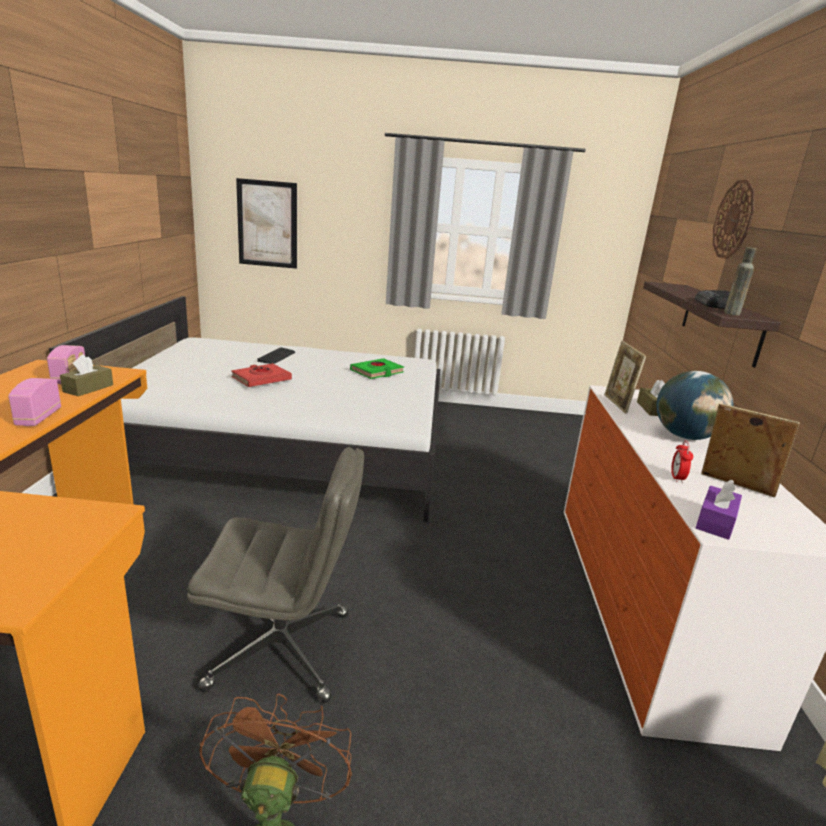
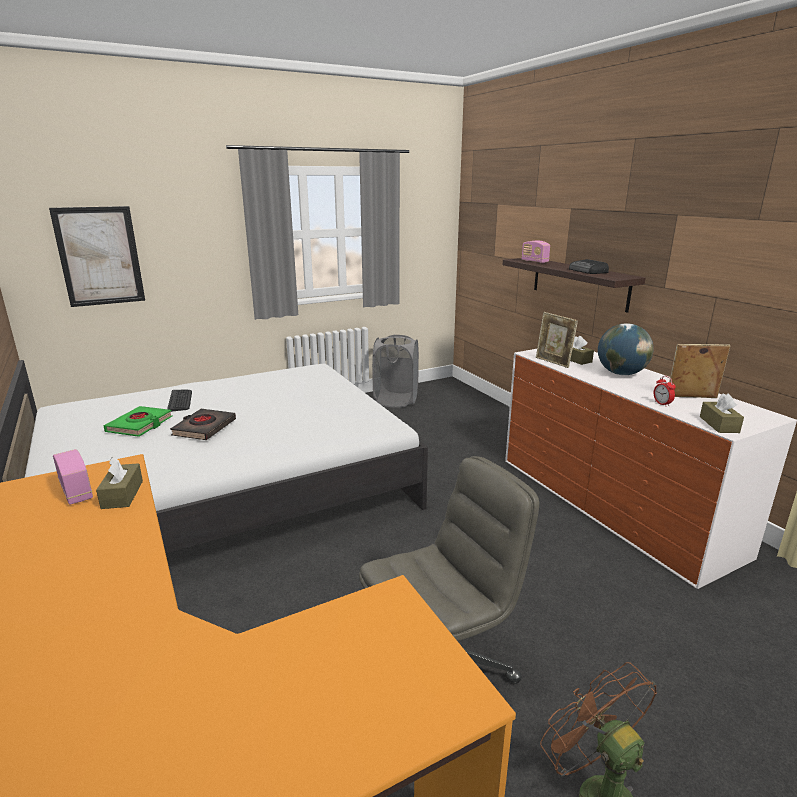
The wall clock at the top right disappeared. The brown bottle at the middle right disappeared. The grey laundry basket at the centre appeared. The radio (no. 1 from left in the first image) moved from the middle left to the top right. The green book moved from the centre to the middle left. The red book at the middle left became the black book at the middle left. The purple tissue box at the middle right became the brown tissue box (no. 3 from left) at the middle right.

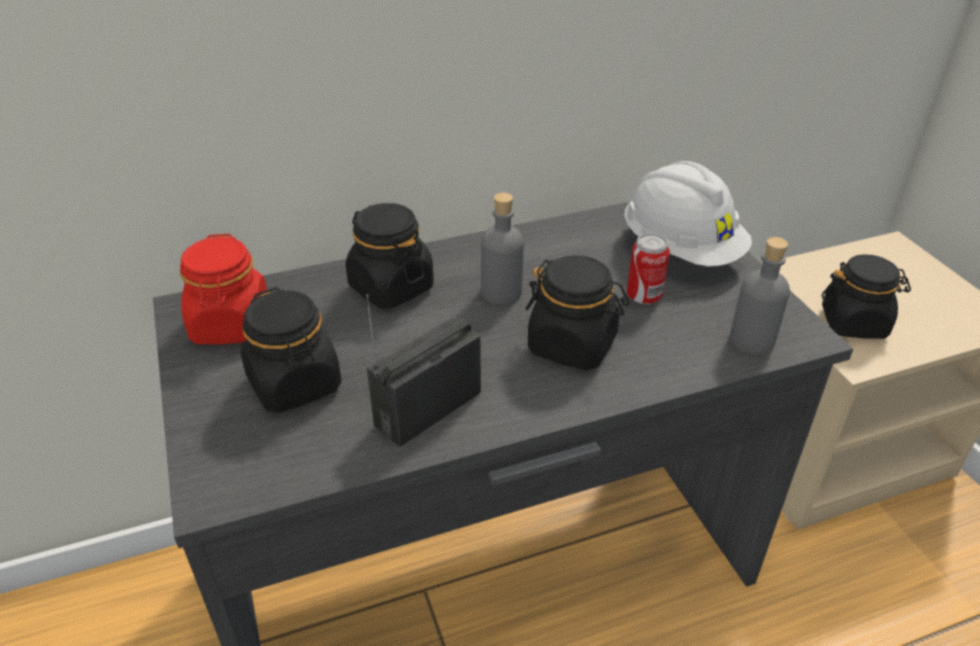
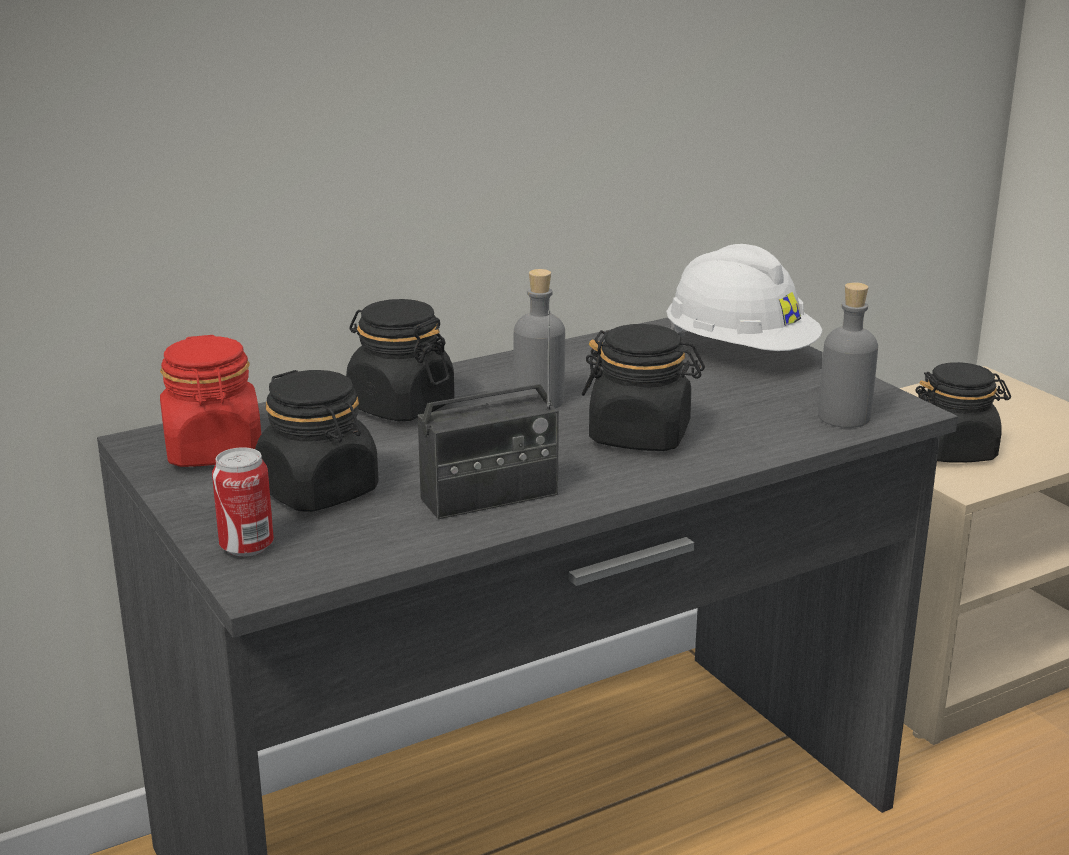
The can moved from the centre to the middle left. The radio at the centre turned 150 degrees counterclockwise.

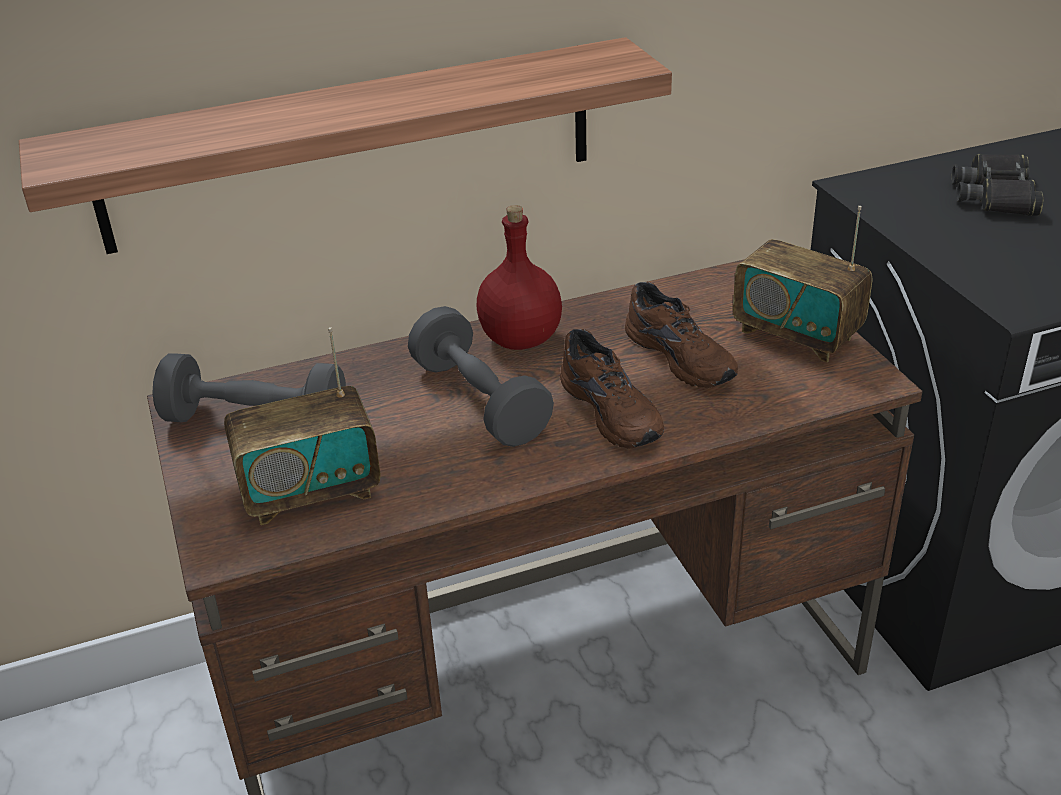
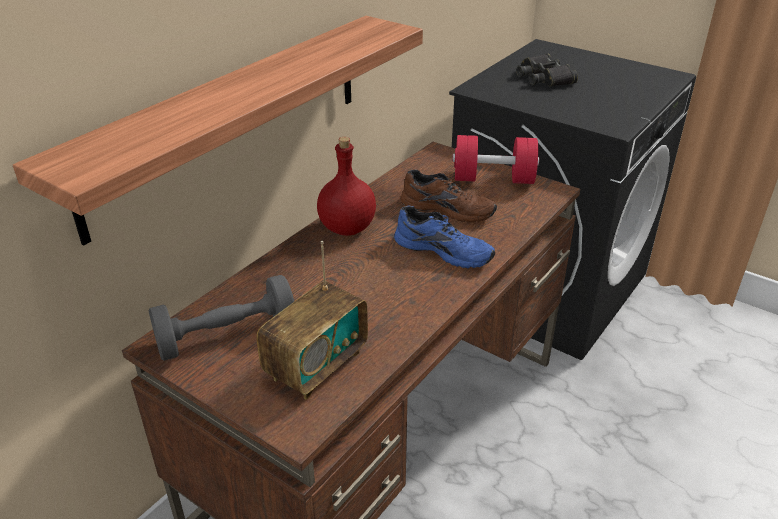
The grey dumbbell (no. 2 from left) at the centre disappeared. The radio (no. 2 from left) at the middle right was replaced by the red dumbbell at the top centre. The brown shoe (no. 1 from left) at the centre became the blue shoe at the centre.

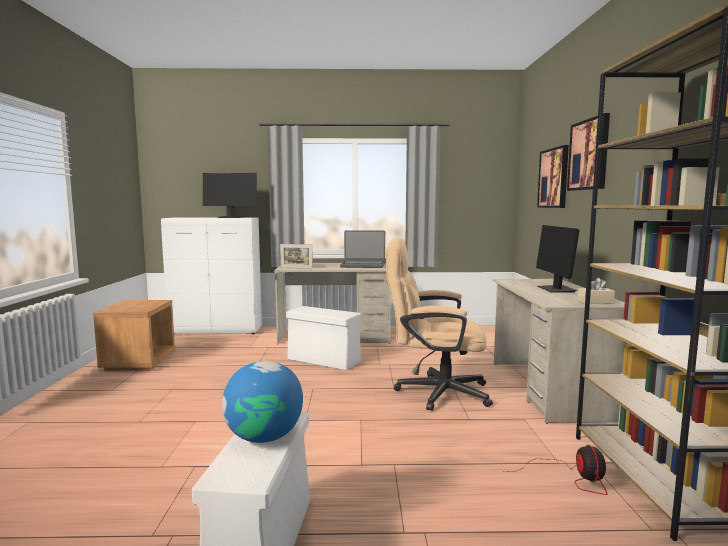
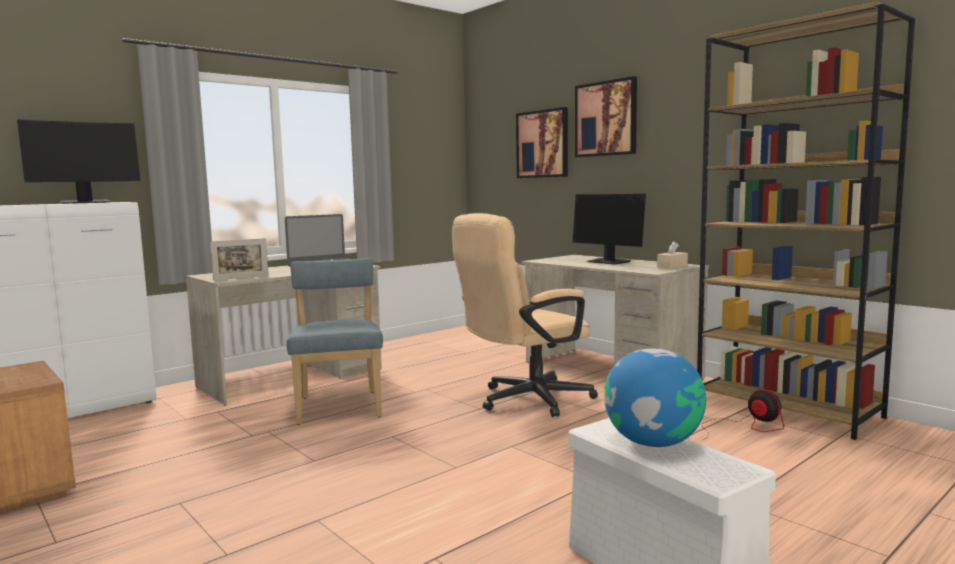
The white storage box (no. 2 from left) at the centre was replaced by the blue chair at the centre.

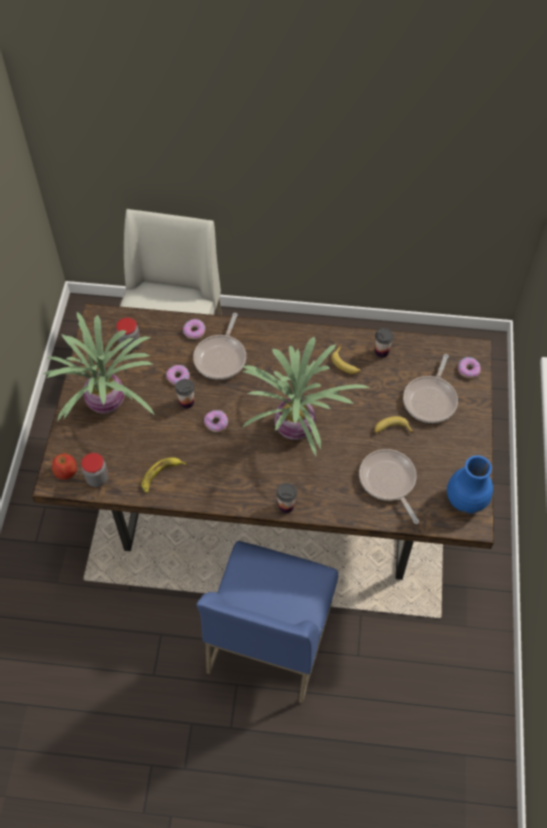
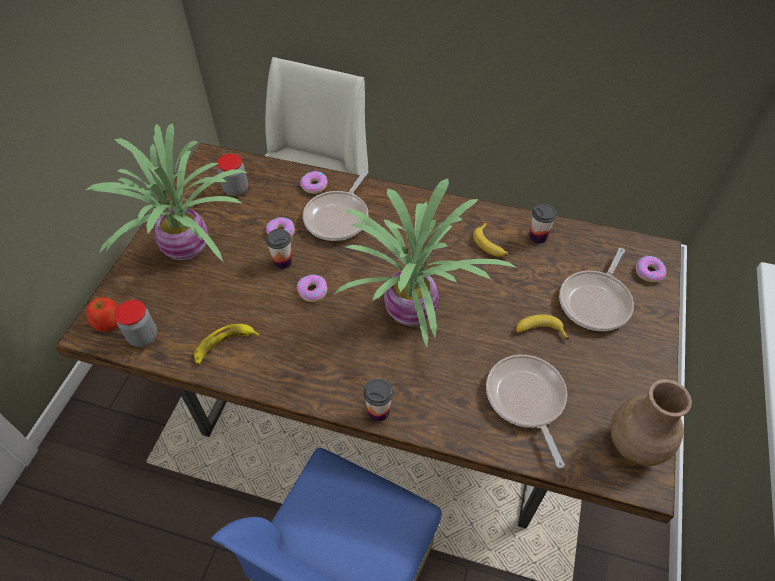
The blue vase at the middle right became the brown vase at the bottom right.

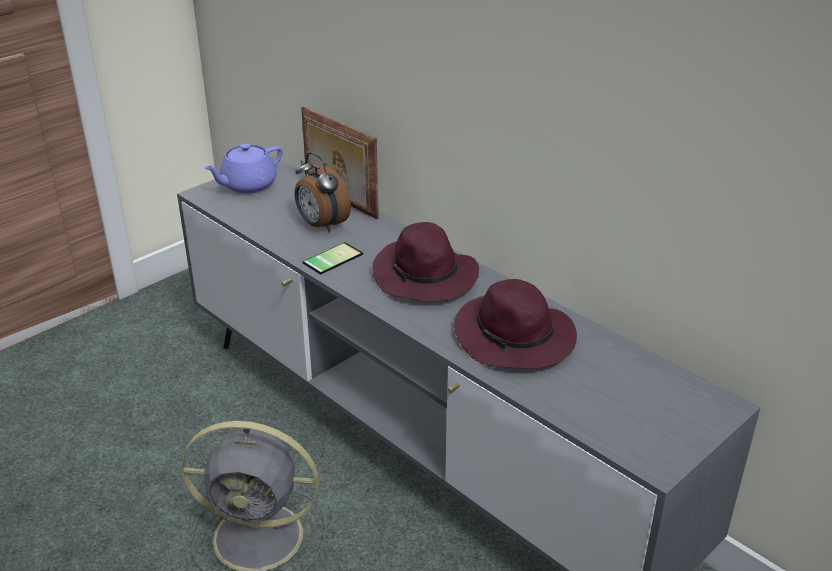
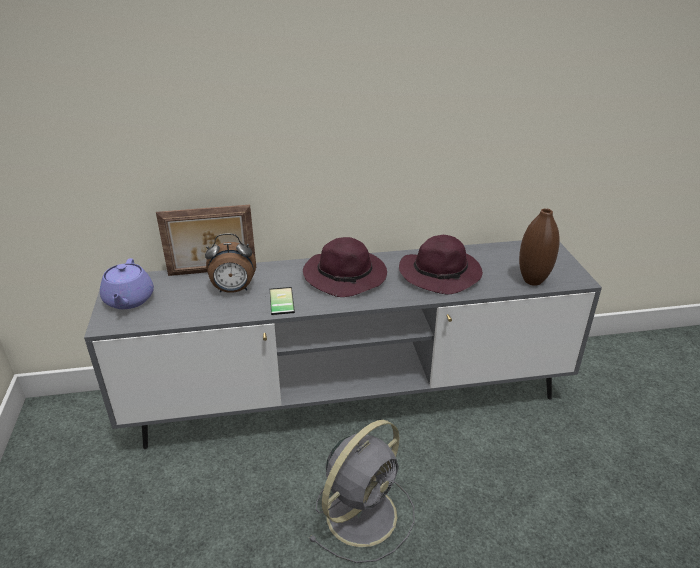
The brown vase at the middle right appeared.

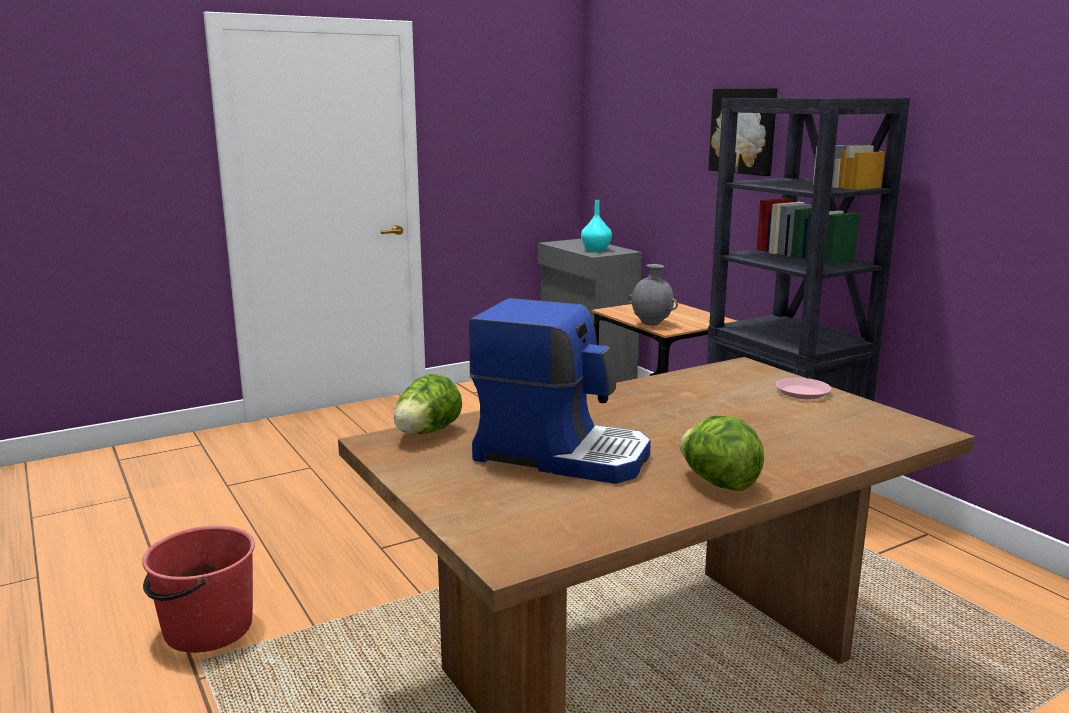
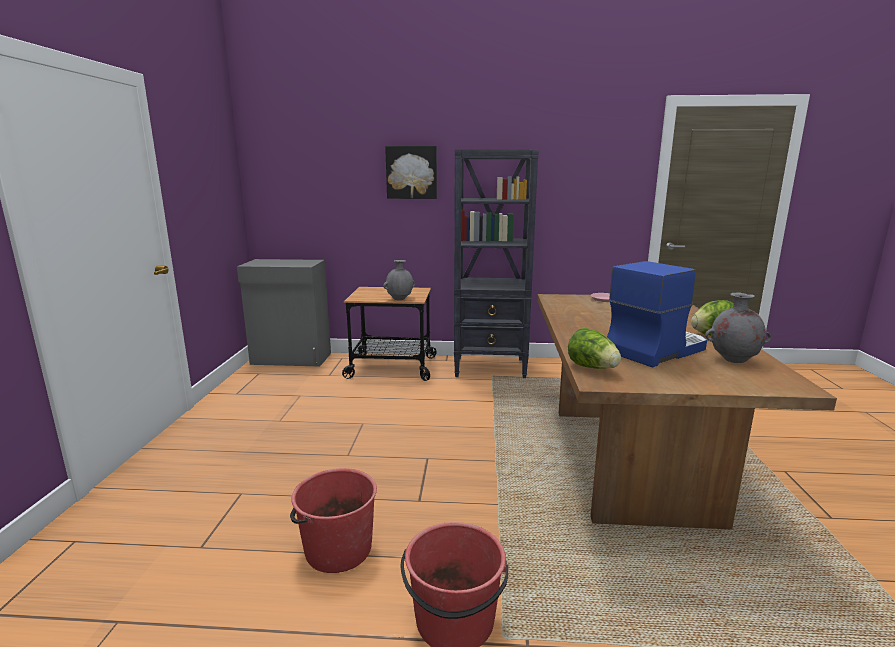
The turquoise vase at the top centre disappeared. The red bucket (no. 1 from left) at the bottom centre appeared. The grey vase (no. 2 from left) at the middle right appeared.

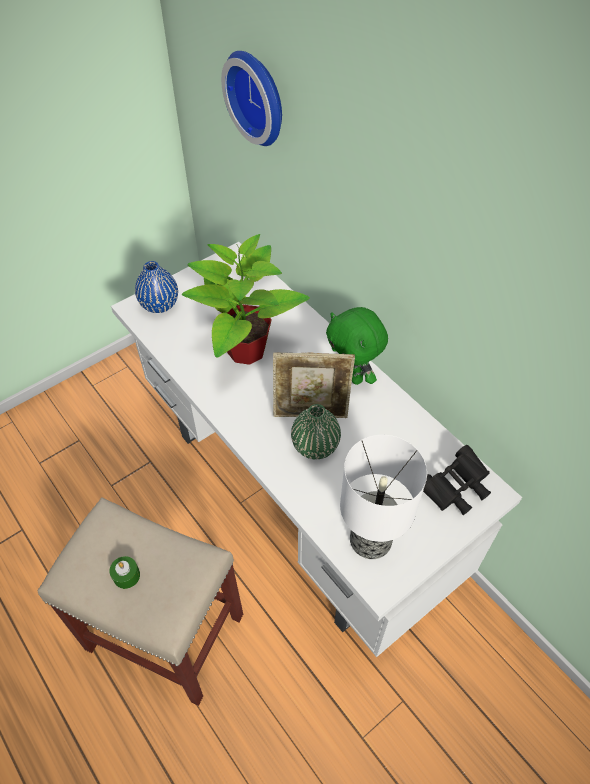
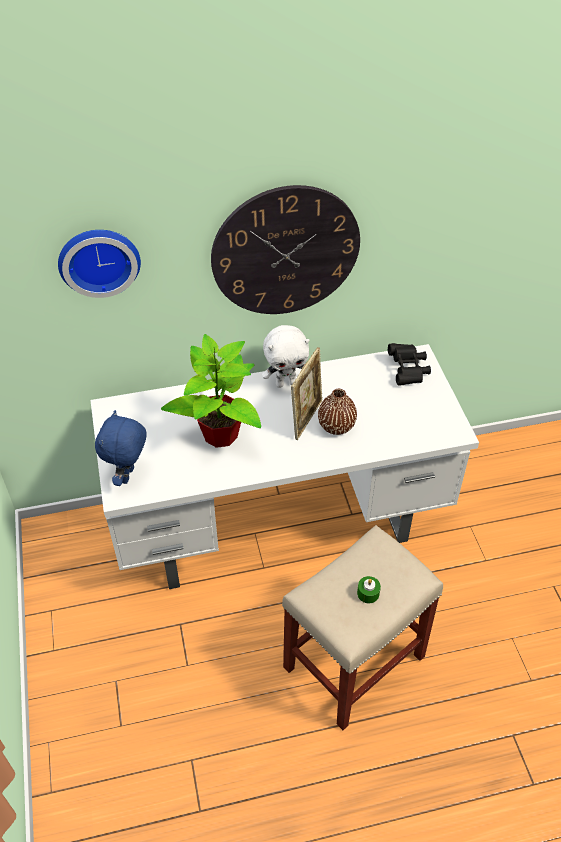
The table lamp at the centre disappeared. The wall clock (no. 2 from left) at the top centre appeared. The blue vase at the middle left was replaced by the blue plush toy at the middle left. The green vase at the centre became the brown vase at the centre. The green plush toy at the centre became the white plush toy at the centre.

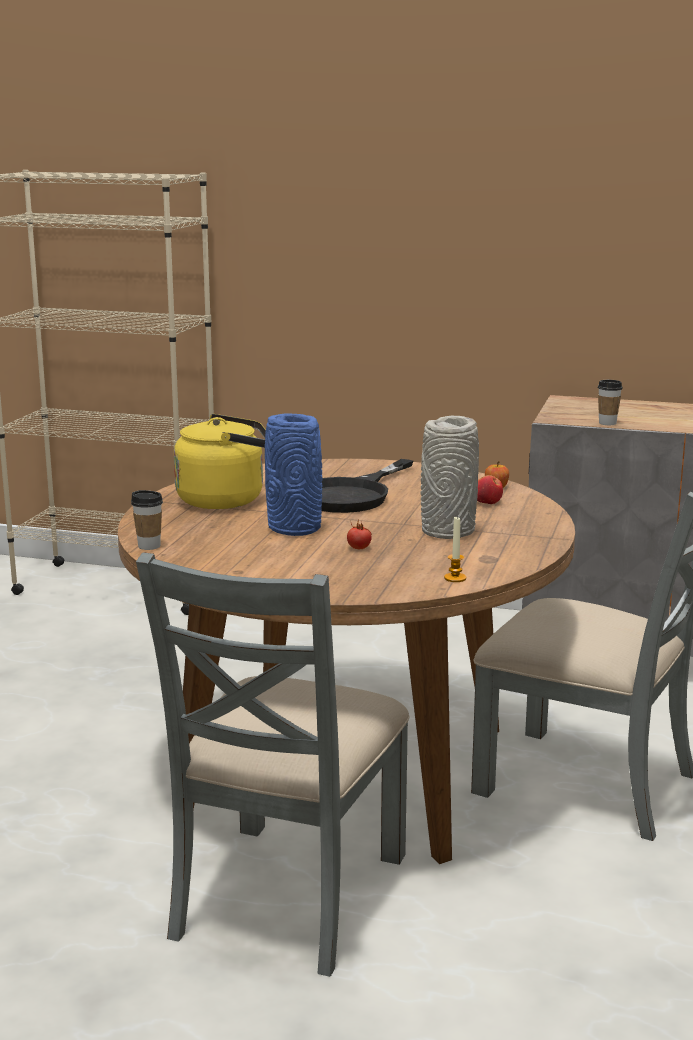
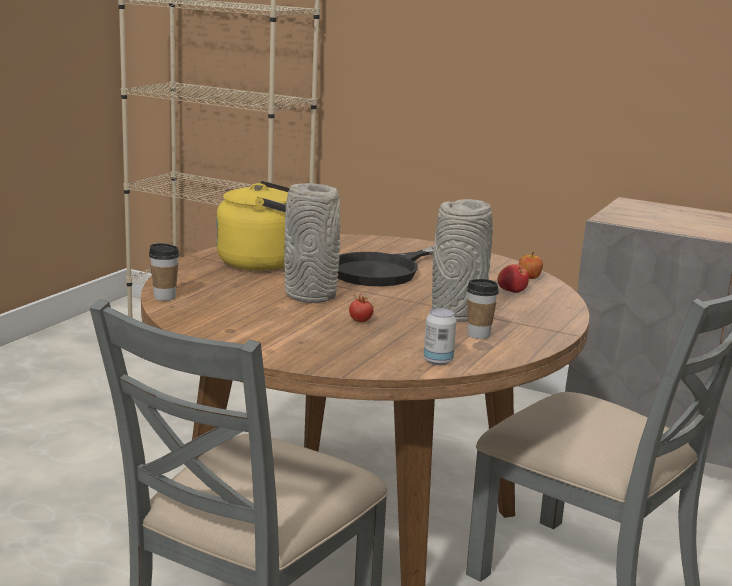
The cup (no. 2 from left) moved from the middle right to the centre. The candle at the centre was replaced by the can at the centre. The blue vase at the centre became the grey vase (no. 1 from left) at the centre.

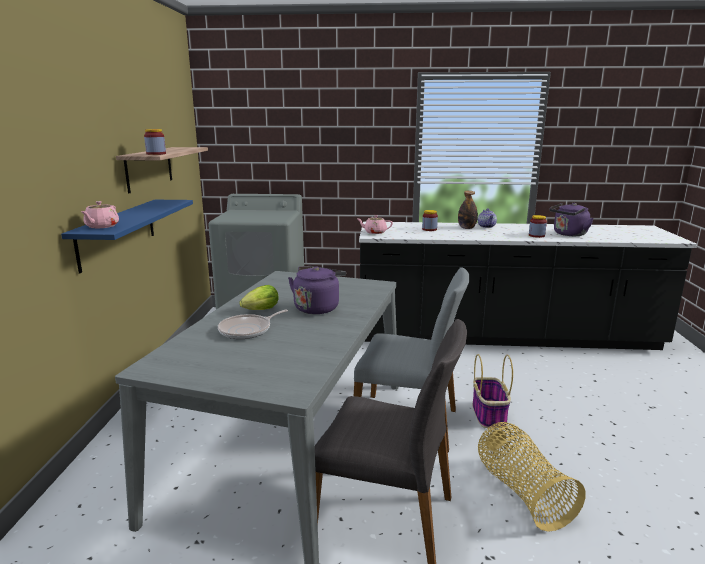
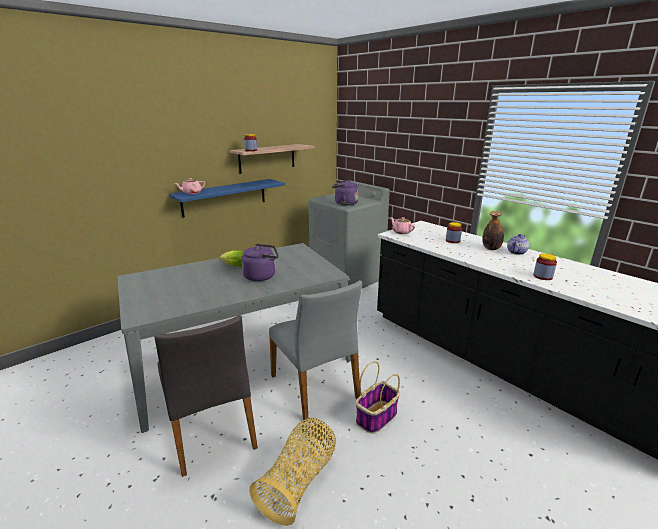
The frying pan at the centre disappeared. The purple kettle (no. 2 from left) moved from the middle right to the centre.

